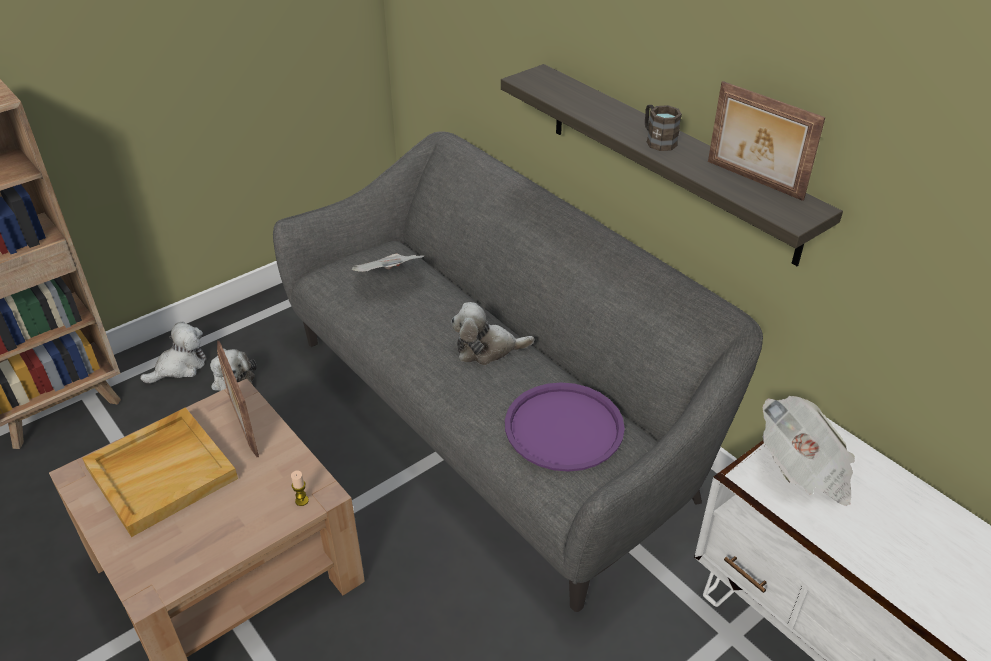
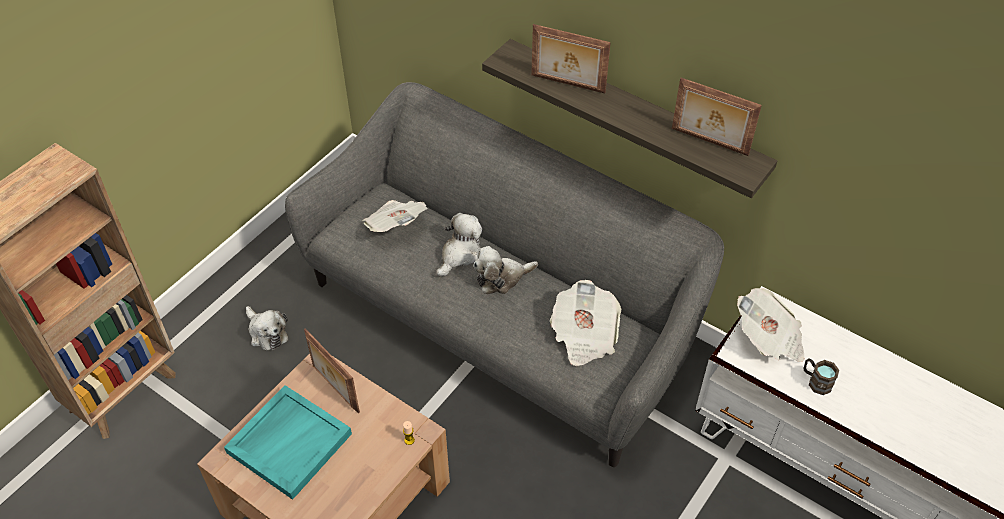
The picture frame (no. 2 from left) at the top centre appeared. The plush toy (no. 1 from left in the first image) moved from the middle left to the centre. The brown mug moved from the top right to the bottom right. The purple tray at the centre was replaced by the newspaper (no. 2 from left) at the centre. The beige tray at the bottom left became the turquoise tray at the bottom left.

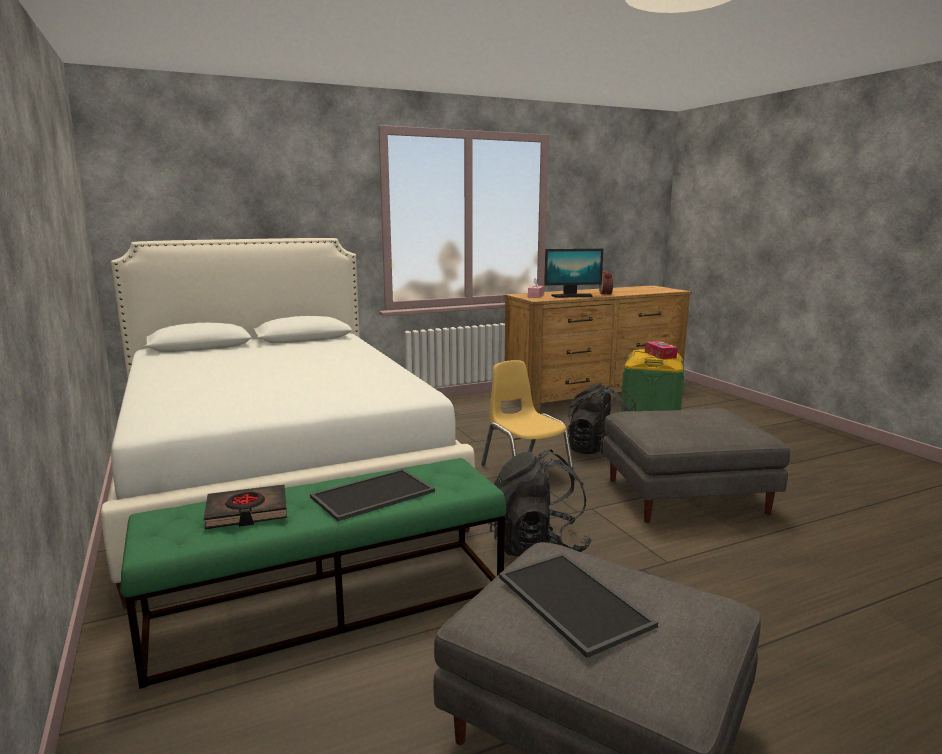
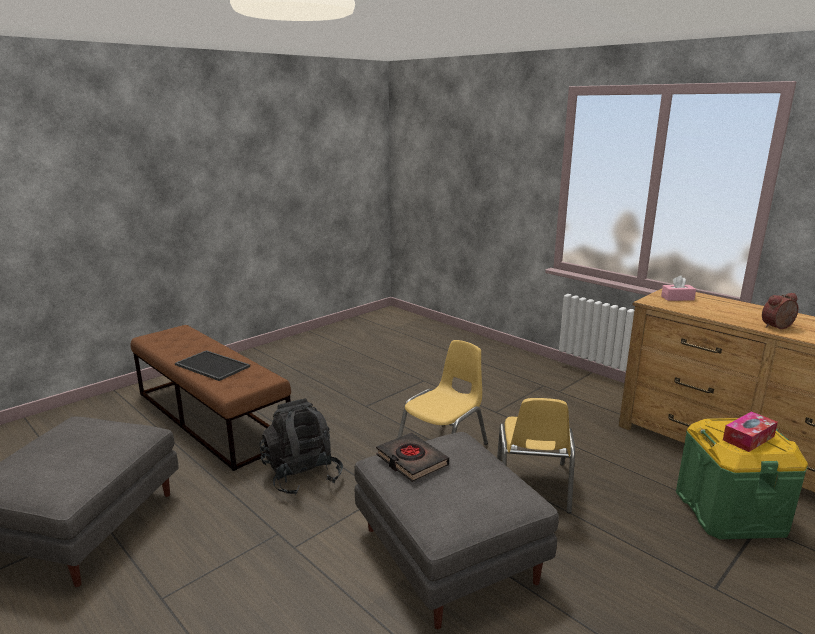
The white bed at the middle left disappeared. The tray (no. 2 from left) at the bottom centre disappeared. The monitor at the centre disappeared. The black book moved from the bottom left to the bottom centre. The black backpack (no. 2 from left) at the centre was replaced by the yellow chair (no. 2 from left) at the bottom centre. The green bench at the bottom left became the brown bench at the middle left.

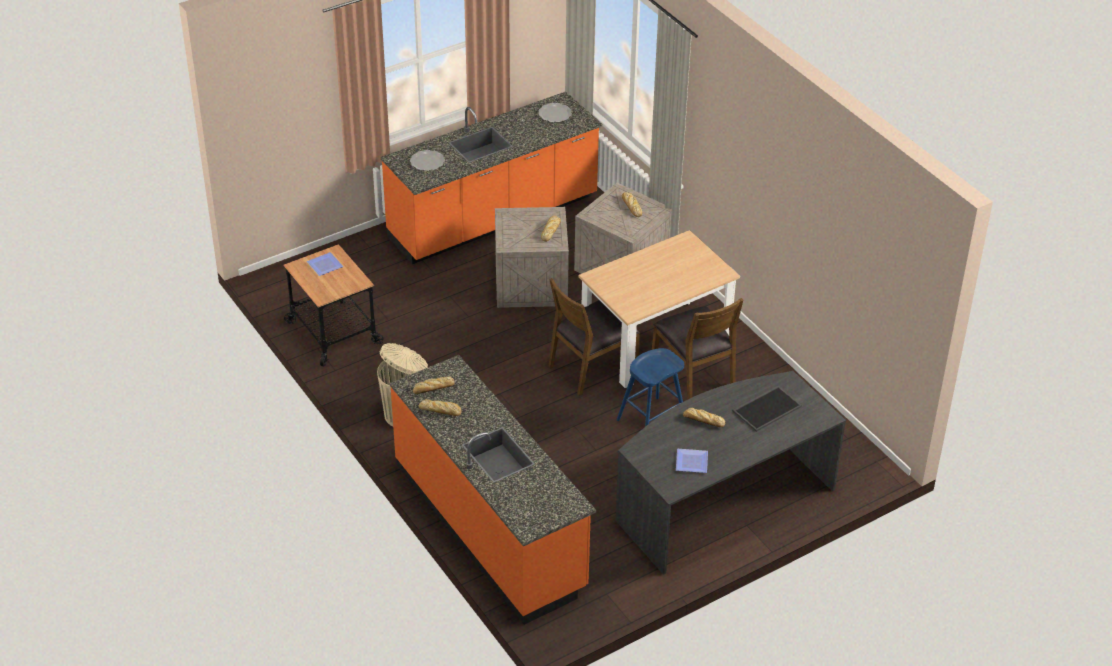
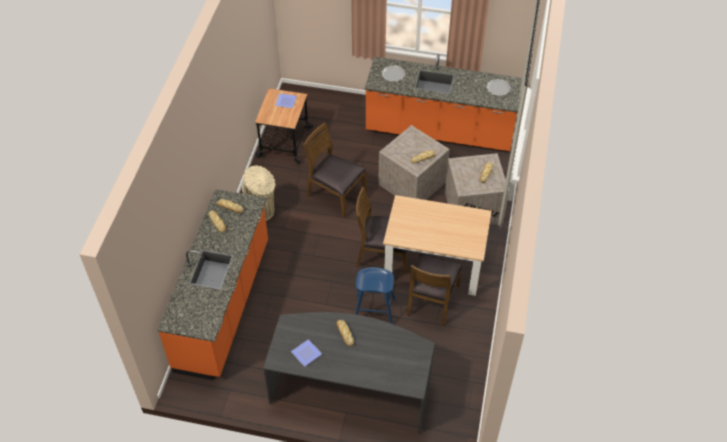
The tray at the middle right disappeared. The brown chair (no. 1 from left) at the centre appeared.

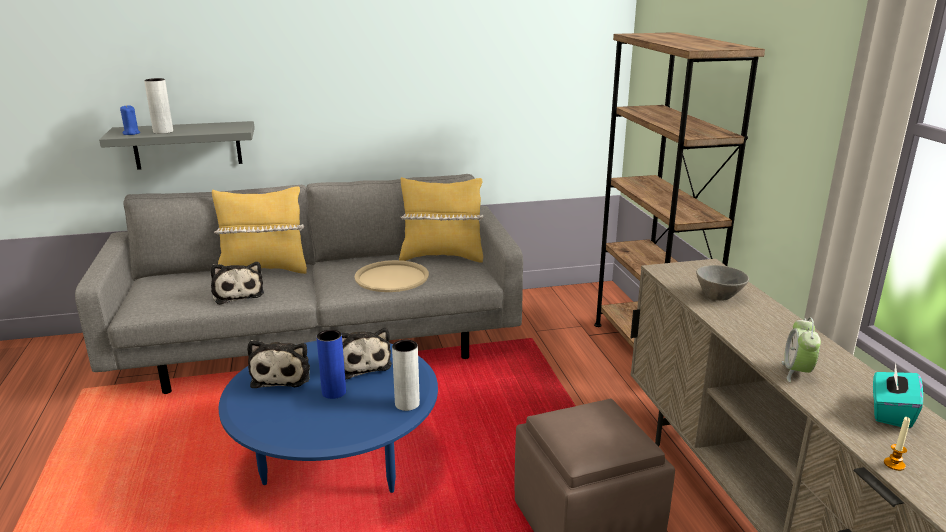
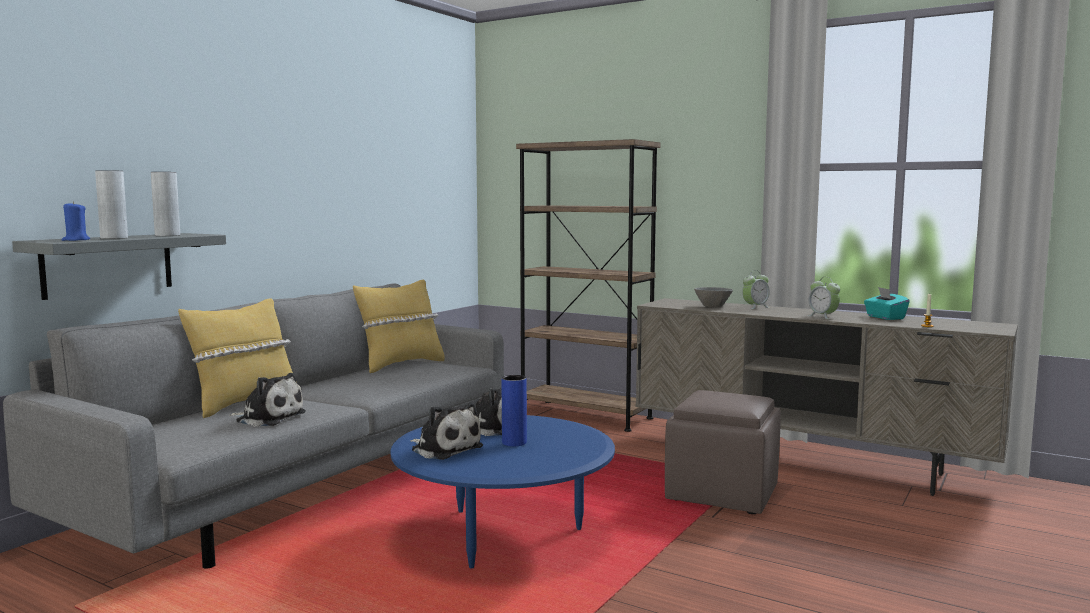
The beige tray at the centre disappeared. The alarm clock (no. 1 from left) at the middle right appeared. The grey vase (no. 2 from left) moved from the bottom centre to the top left.

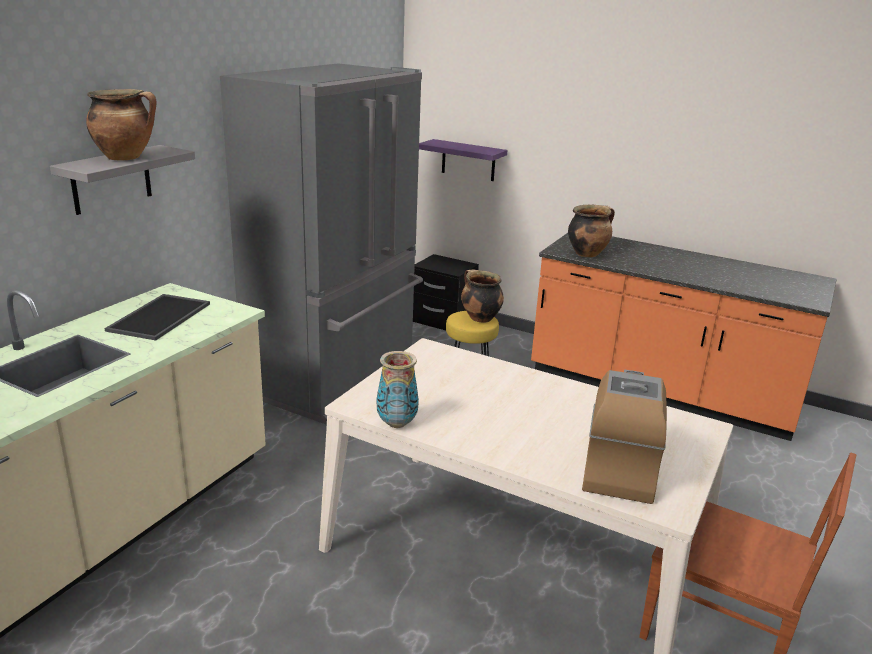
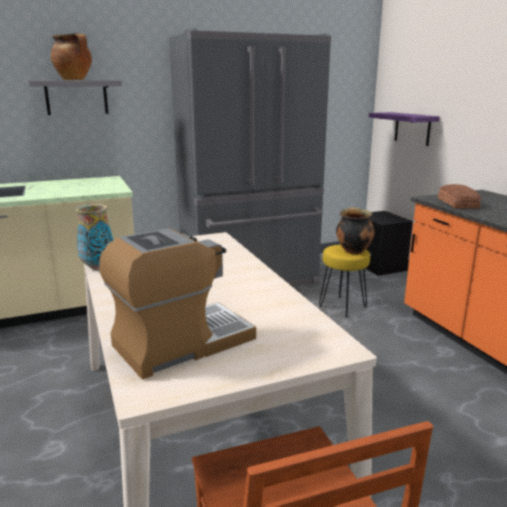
The tray at the middle left disappeared. The cooking pot (no. 3 from left) at the middle right was replaced by the bread at the middle right.

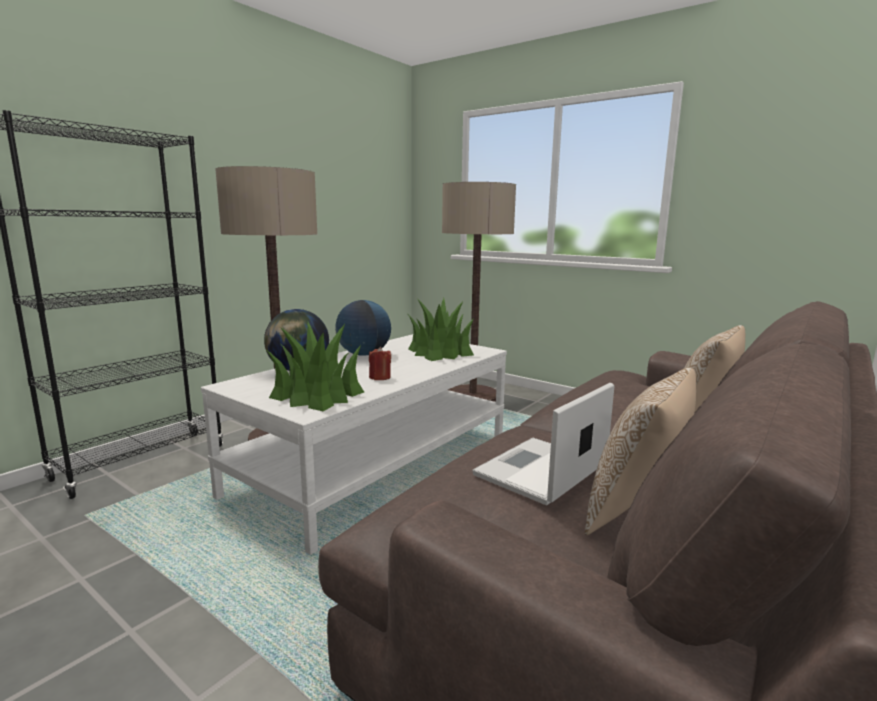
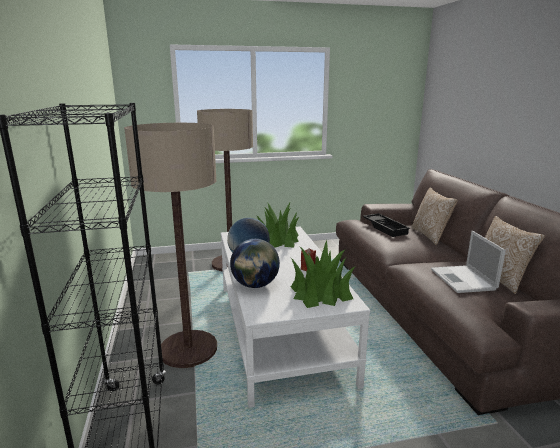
The black tray at the middle right appeared.

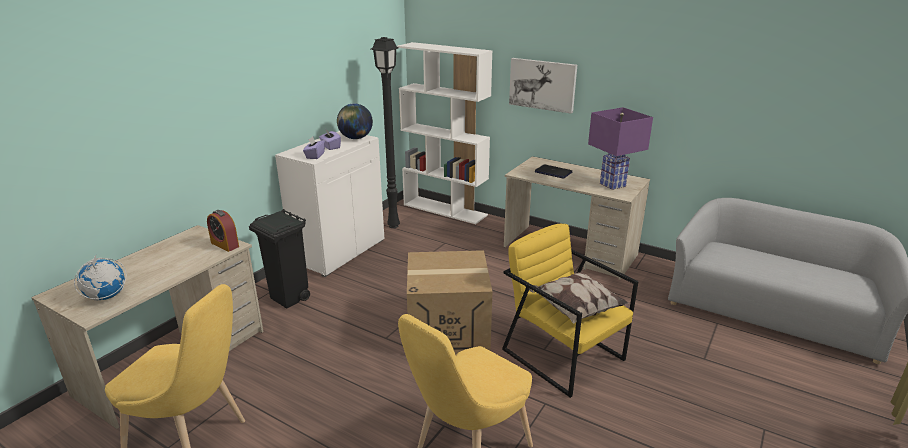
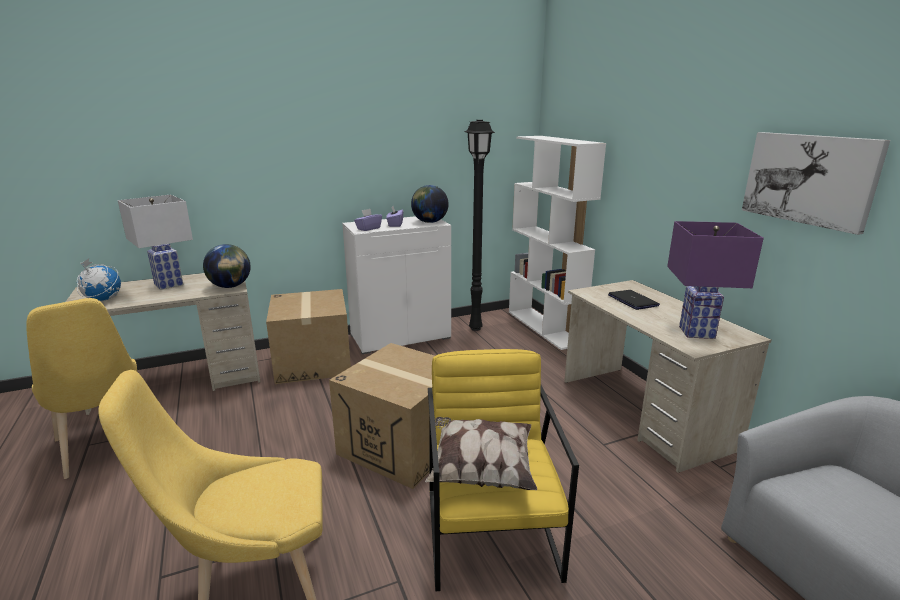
The white table lamp at the middle left appeared. The picture moved from the top centre to the top right. The alarm clock at the middle left was replaced by the globe (no. 2 from left) at the middle left. The black trash can at the middle left was replaced by the cardboard box (no. 1 from left) at the centre.

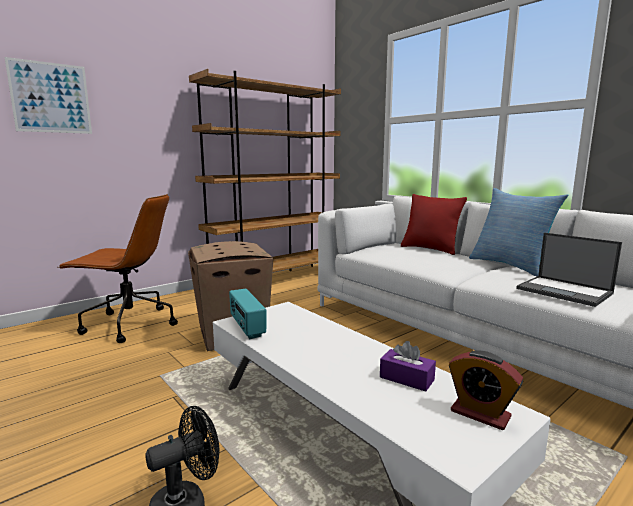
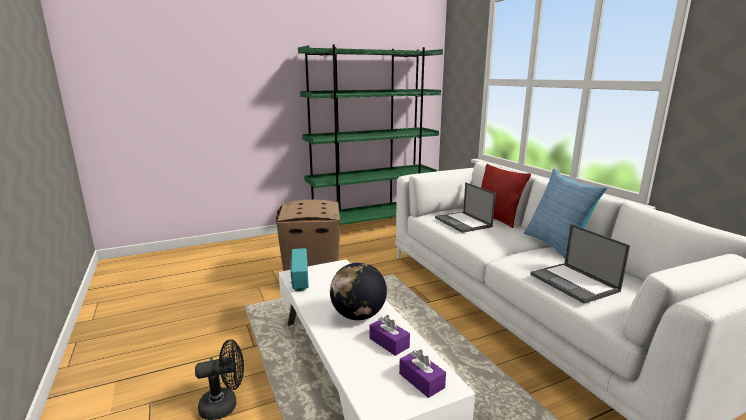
The picture at the top left disappeared. The brown office chair at the middle left disappeared. The globe at the bottom centre appeared. The laptop (no. 1 from left) at the centre appeared. The alarm clock at the bottom right was replaced by the purple tissue box (no. 2 from left) at the bottom centre. The brown bookcase at the centre became the green bookcase at the top centre.

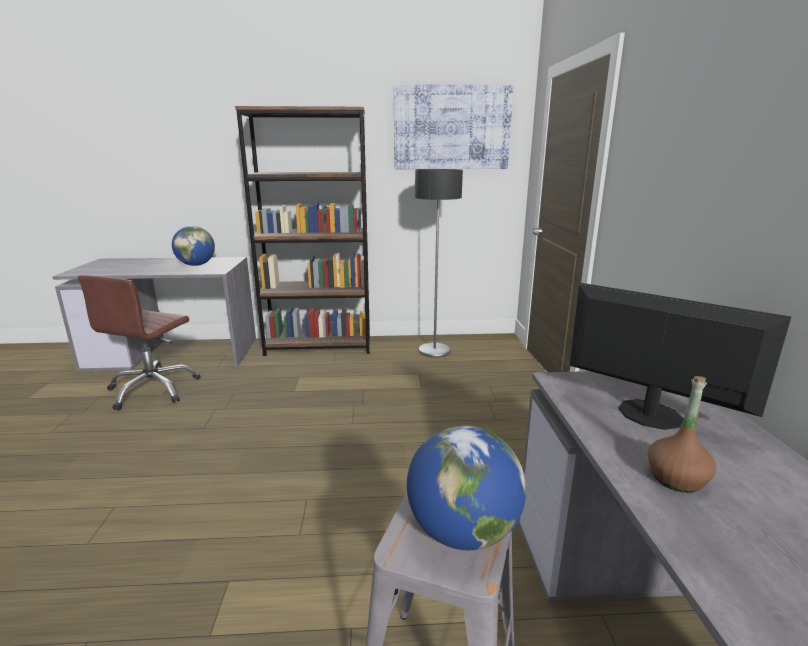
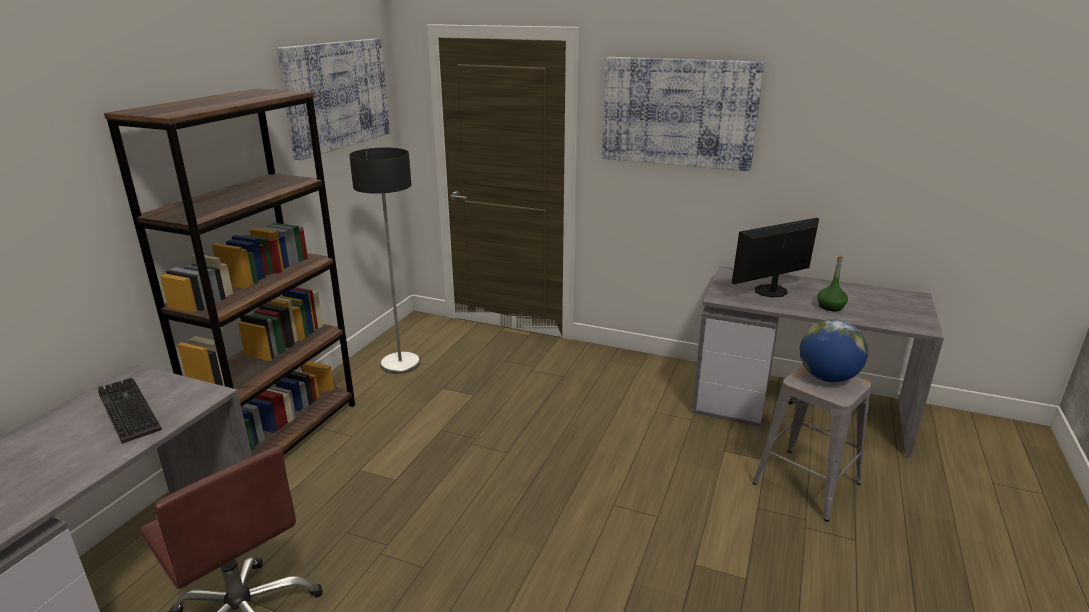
The picture (no. 2 from left) at the top centre appeared. The globe (no. 1 from left) at the middle left was replaced by the keyboard at the bottom left. The brown bottle at the bottom right became the green bottle at the middle right.

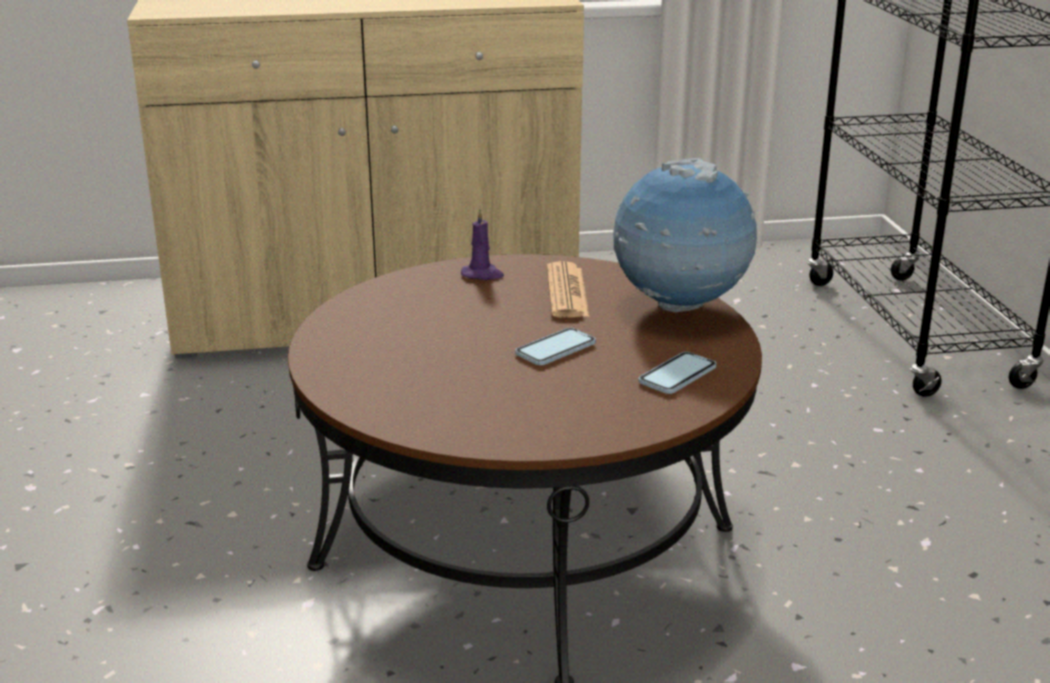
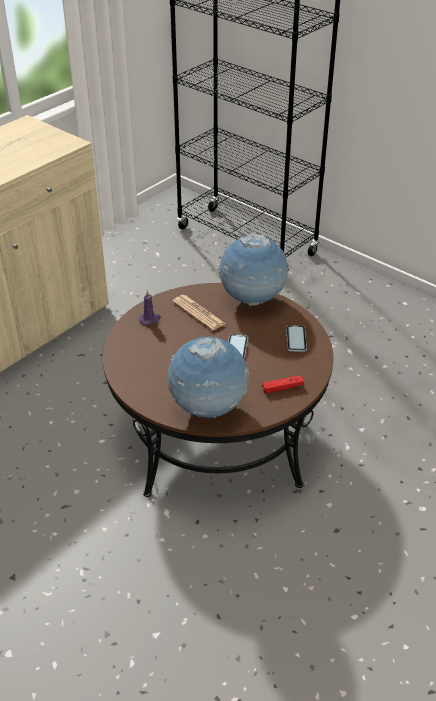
The globe (no. 1 from left) at the centre appeared. The red game controller at the centre appeared.

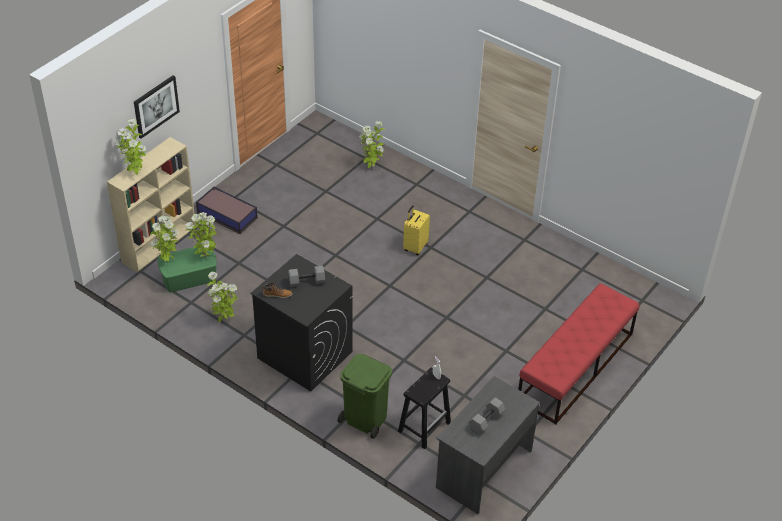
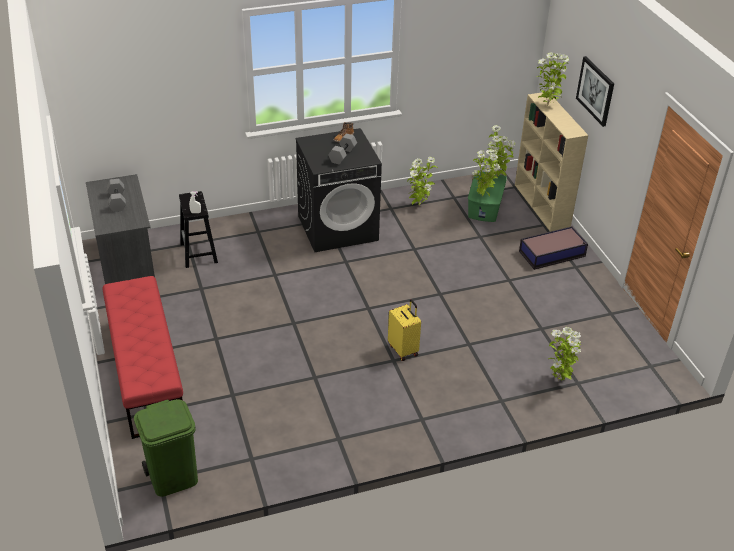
The green trash can moved from the bottom centre to the bottom left.

